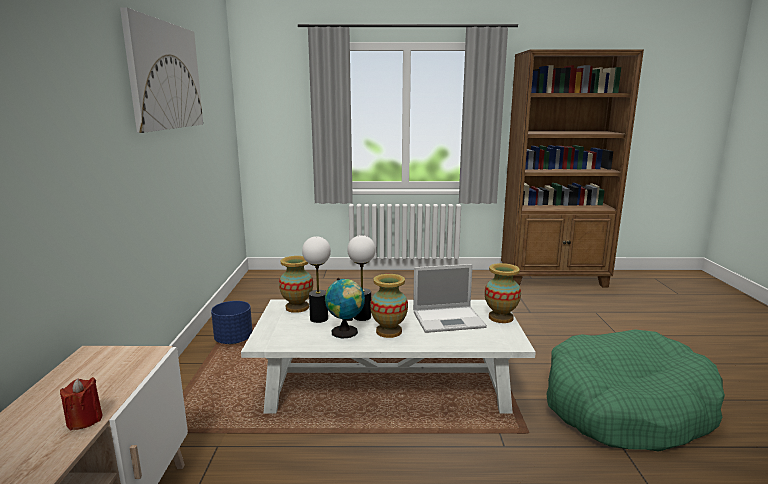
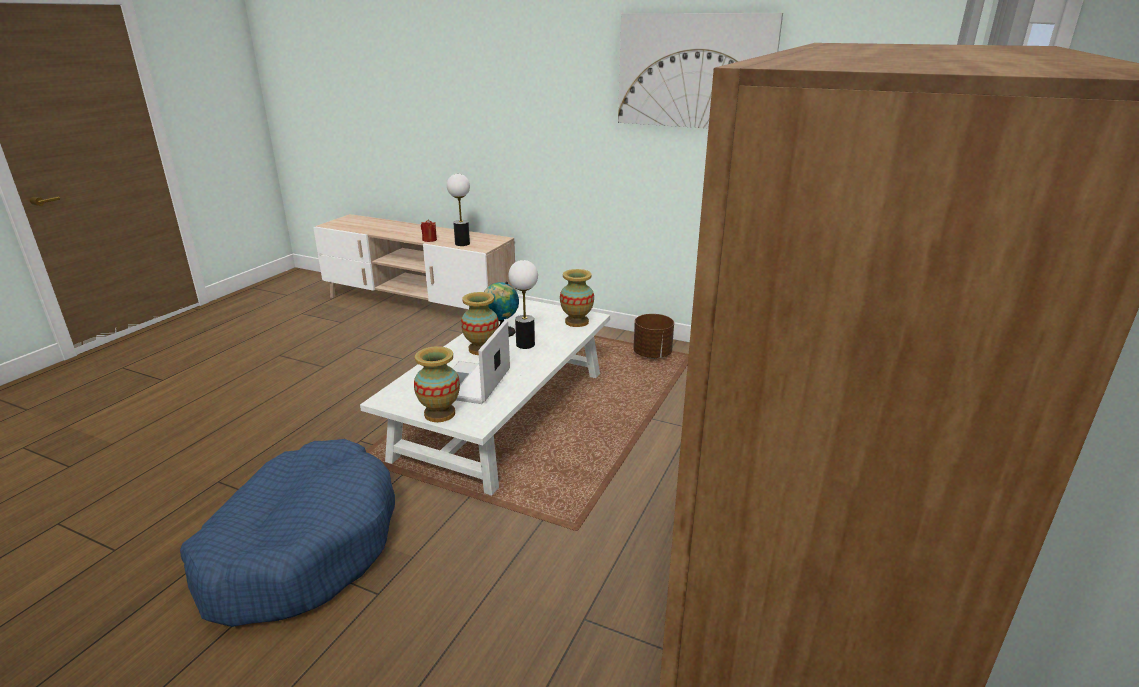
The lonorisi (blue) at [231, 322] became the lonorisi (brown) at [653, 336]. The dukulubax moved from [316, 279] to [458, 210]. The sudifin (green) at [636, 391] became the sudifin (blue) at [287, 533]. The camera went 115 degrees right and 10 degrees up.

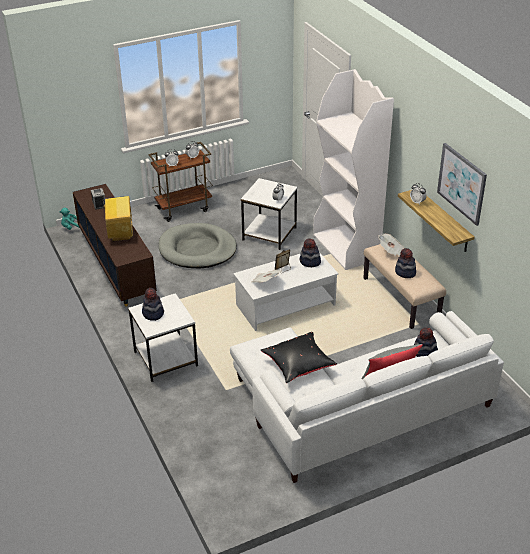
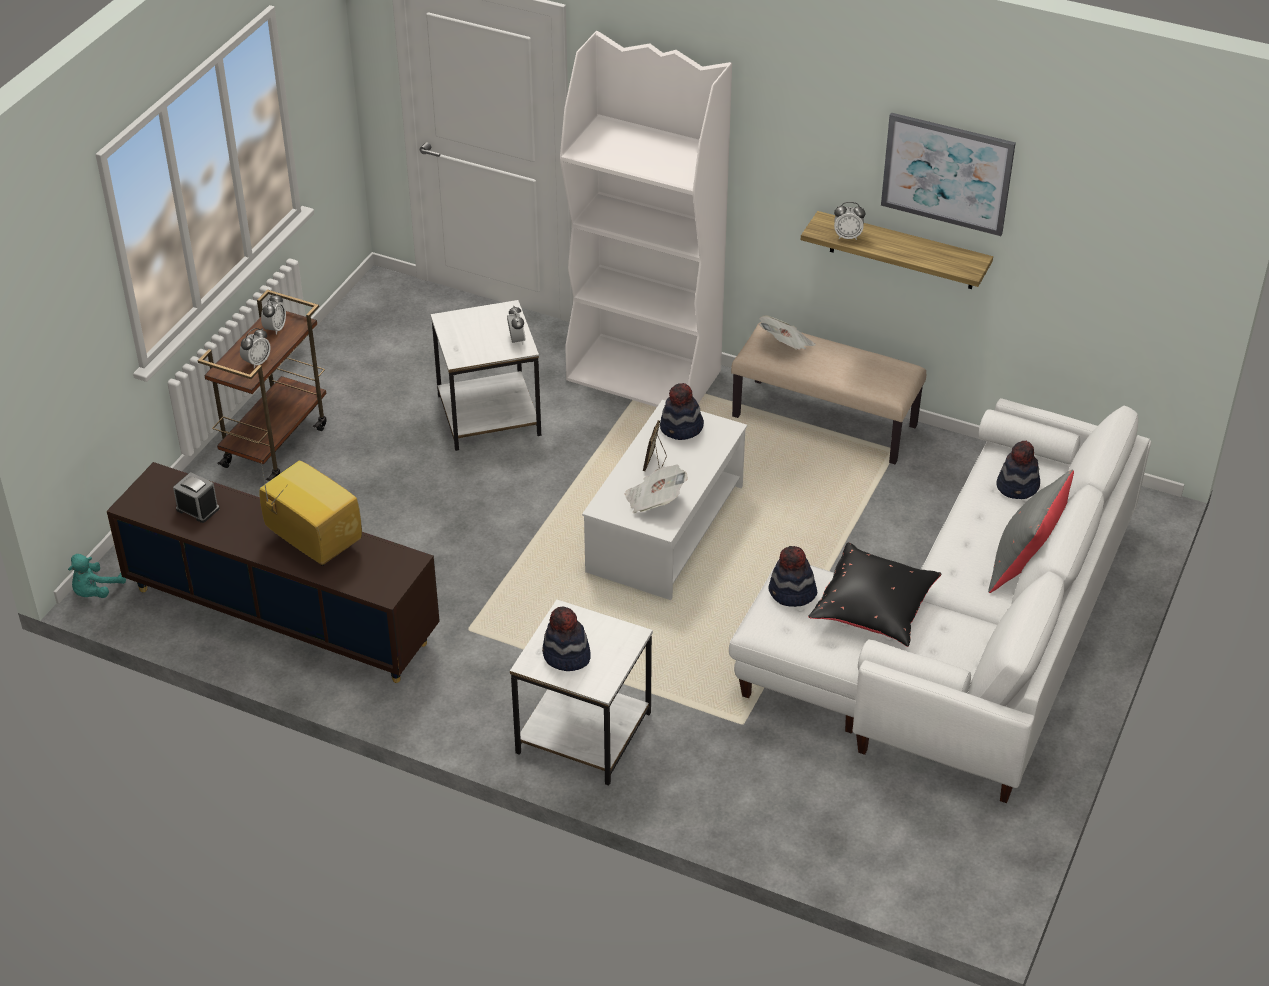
The sudifin (grey) at [198, 245] disappeared. The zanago moved from [405, 263] to [793, 576]. The camera went 40 degrees left and 5 degrees up.

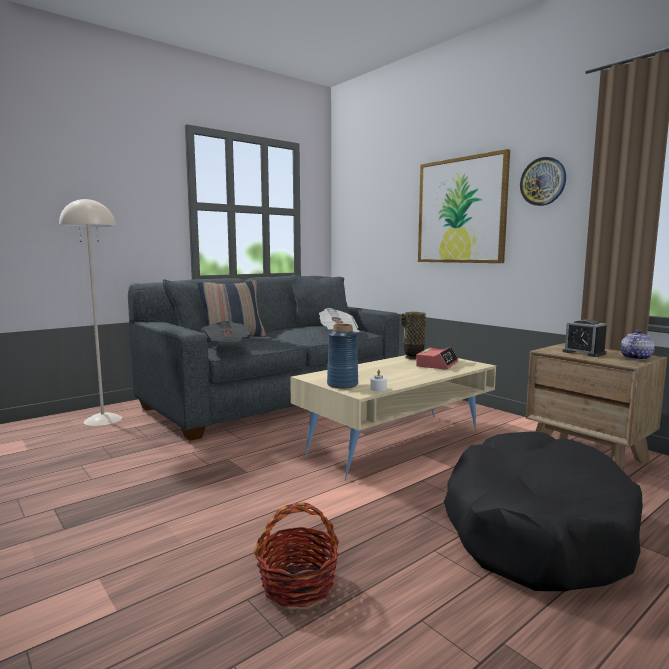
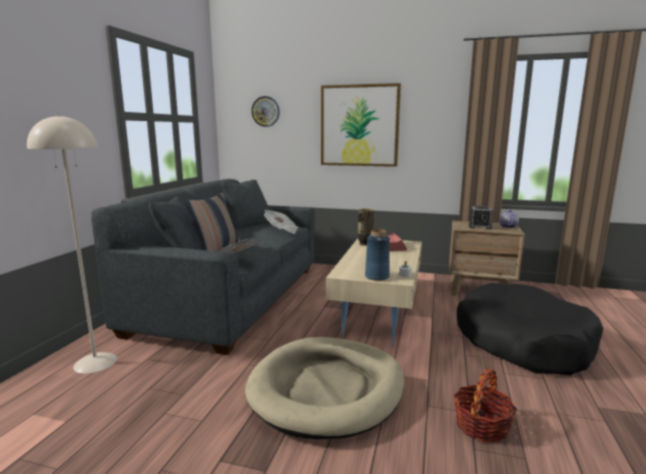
The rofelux moved from [543, 181] to [265, 111]. The sudifin (beige) at [324, 388] appeared. The camera went 35 degrees left and 5 degrees up.

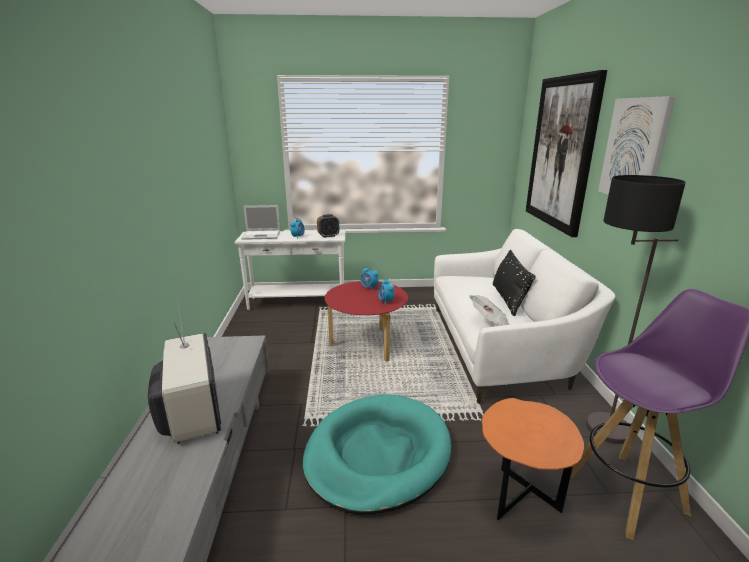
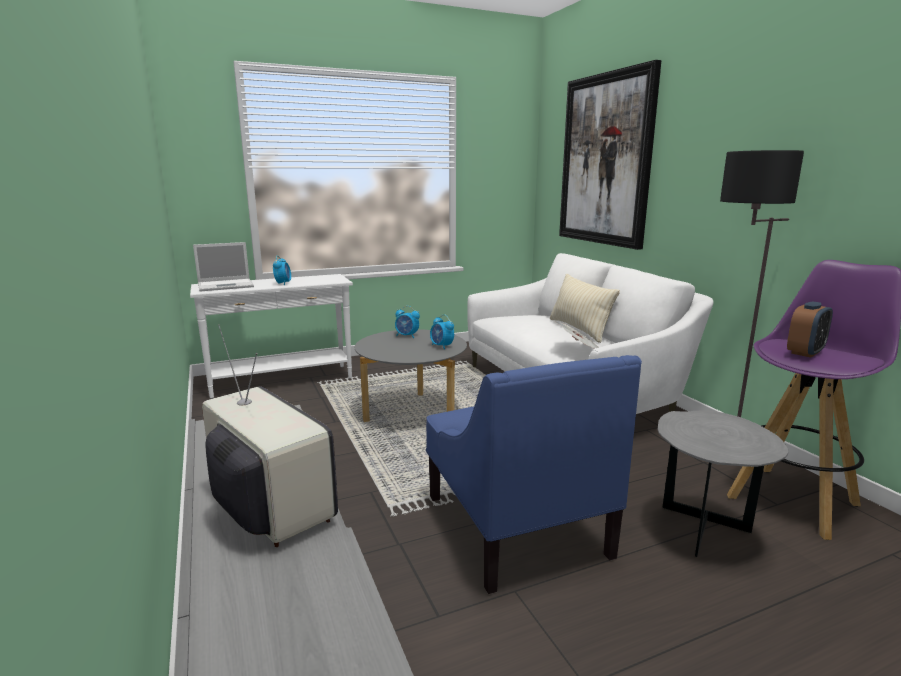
The sudifin (turquoise) at [377, 454] was replaced by the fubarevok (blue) at [534, 474]. The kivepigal moved from [328, 226] to [810, 330]. The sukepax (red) at [366, 321] became the sukepax (grey) at [411, 375]. The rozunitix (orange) at [533, 459] became the rozunitix (grey) at [723, 483]. The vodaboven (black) at [514, 283] became the vodaboven (beige) at [585, 308]. The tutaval at [636, 145] disappeared. The camera went 20 degrees left and 5 degrees down.

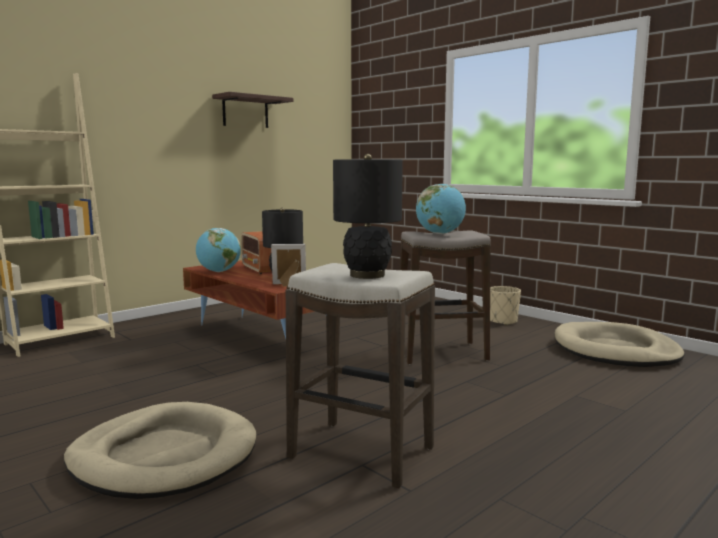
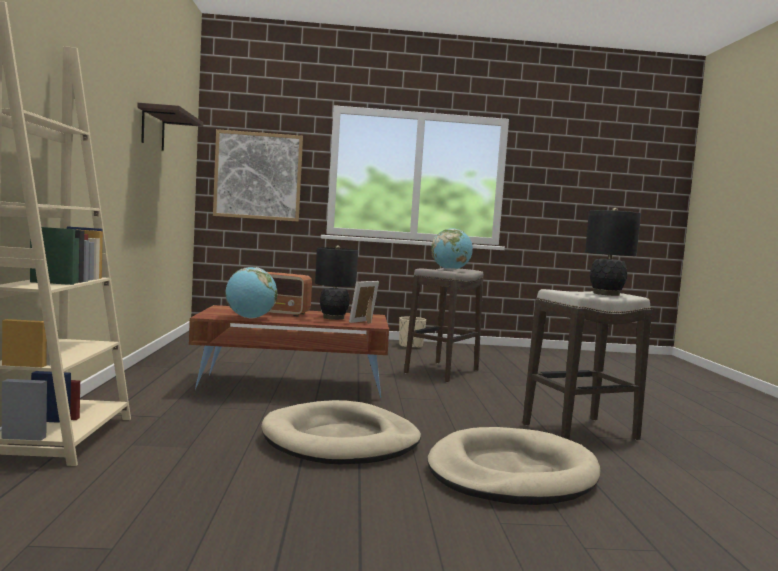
The sudifin (beige) moved from [619, 344] to [341, 432]. The tutaval at [258, 175] appeared. The camera went 50 degrees left and 5 degrees down.

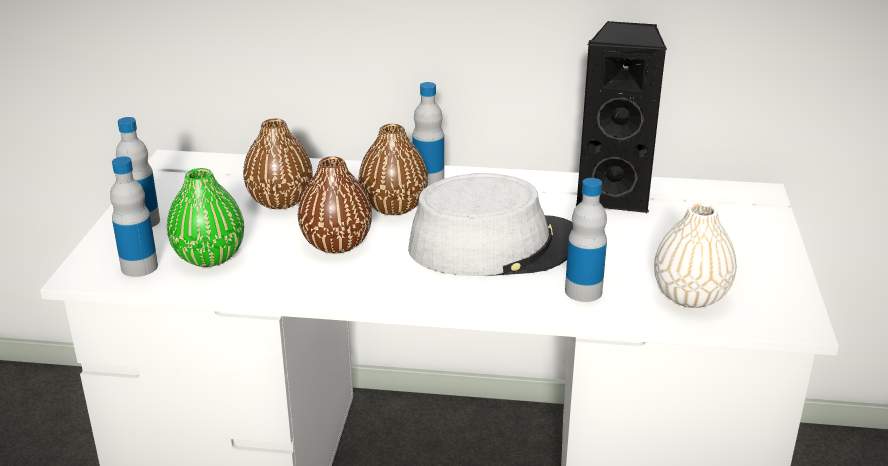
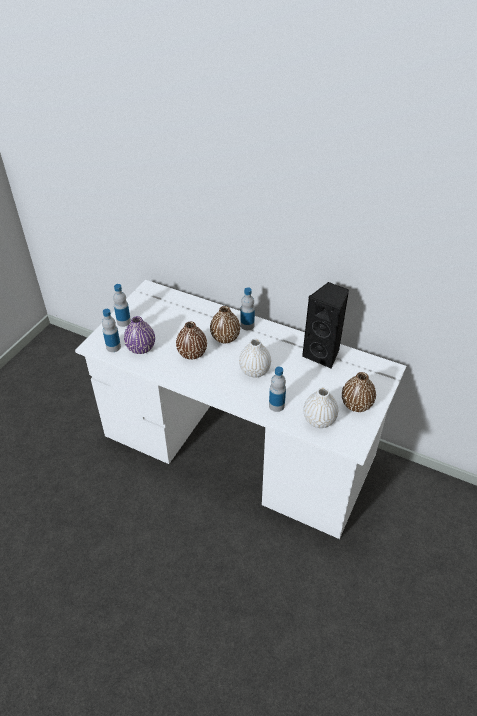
The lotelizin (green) at [205, 217] became the lotelizin (purple) at [139, 335]. The lotelizin (brown) moved from [278, 164] to [359, 392]. The zanago (grey) at [490, 224] was replaced by the lotelizin (white) at [255, 358]. The camera went 20 degrees right and 15 degrees up.

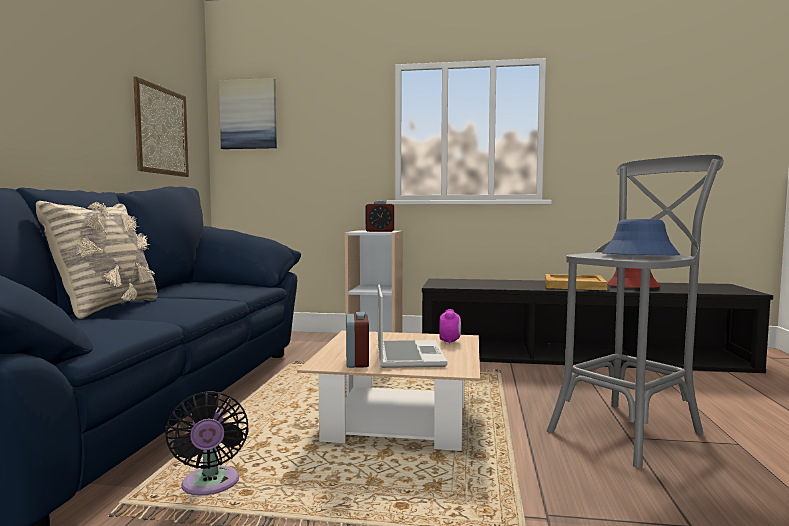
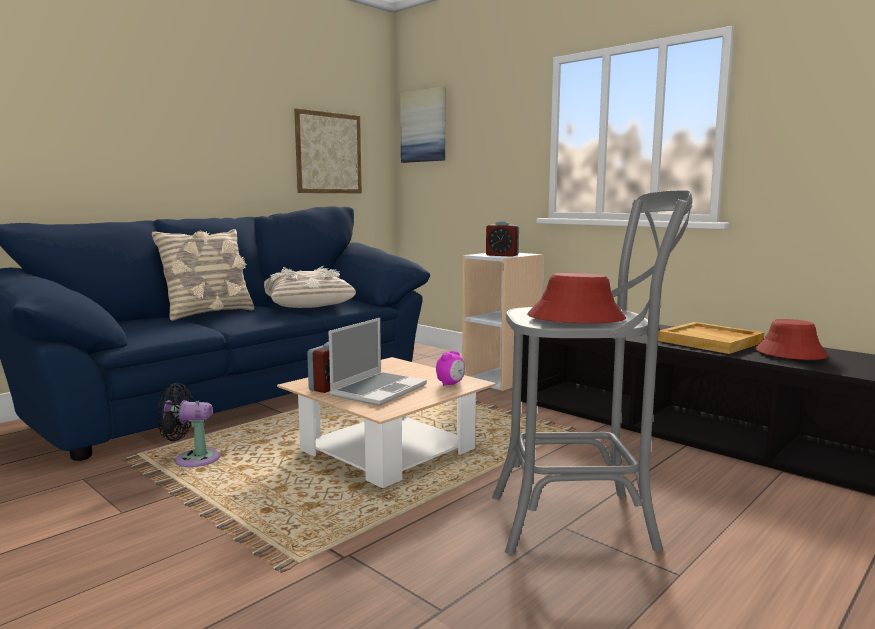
The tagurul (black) at [207, 443] turned 75 degrees clockwise. The zanago (blue) at [641, 237] became the zanago (red) at [576, 298]. The vodaboven (beige) at [310, 287] appeared. The camera went 35 degrees right and 5 degrees up.

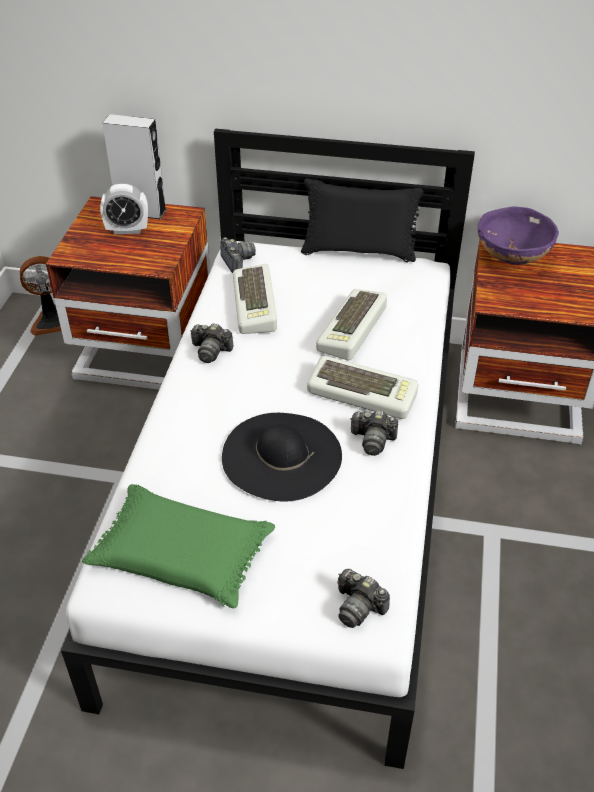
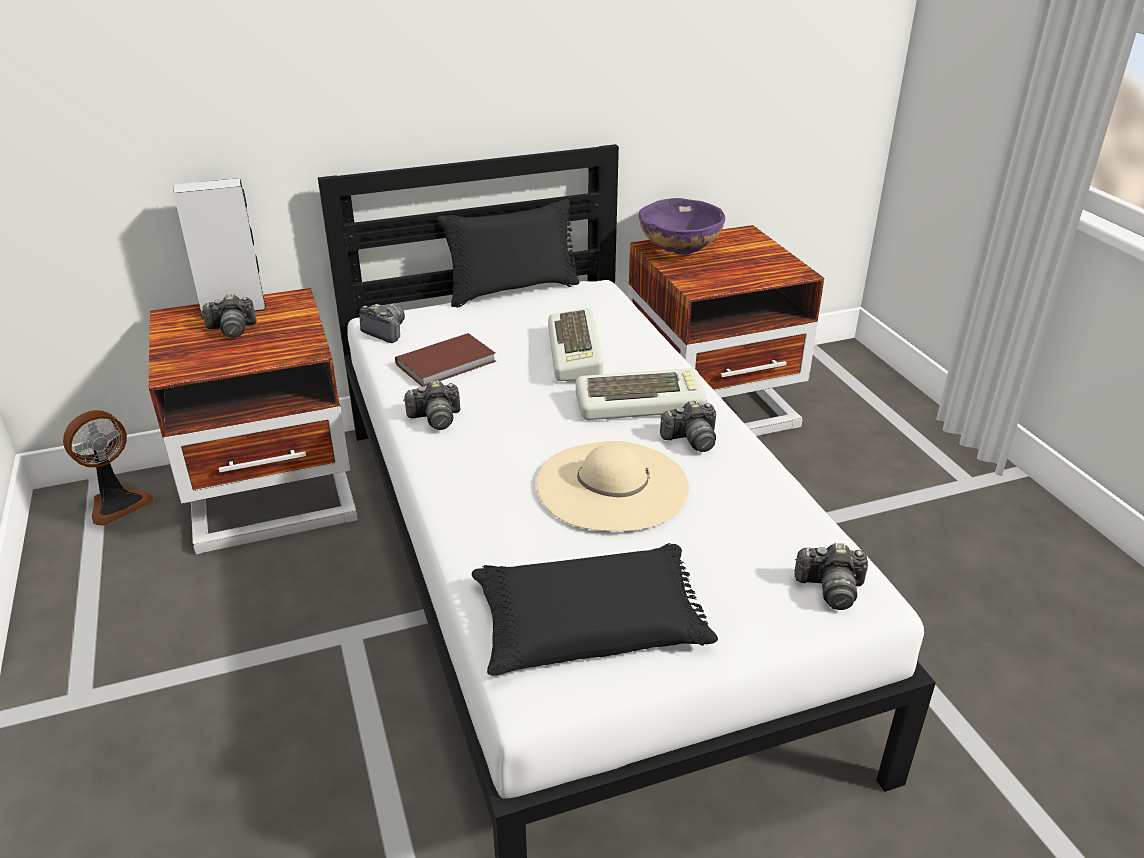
The vodaboven (green) at [178, 546] became the vodaboven (black) at [594, 609]. The kivepigal at [124, 208] was replaced by the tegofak at [228, 316]. The zanago (black) at [282, 457] became the zanago (beige) at [612, 486]. The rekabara at [255, 299] was replaced by the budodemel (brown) at [445, 360]. The camera went 30 degrees left and 10 degrees down.

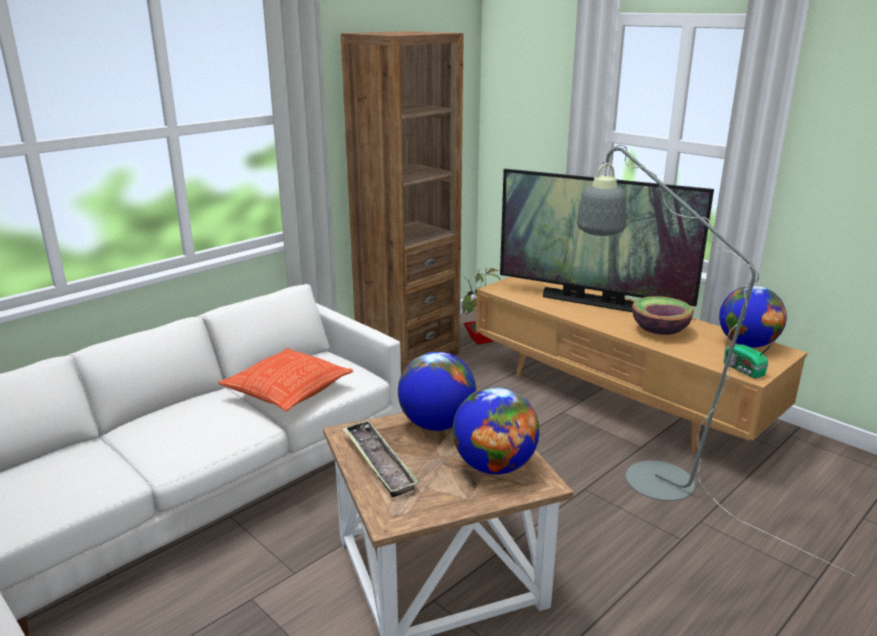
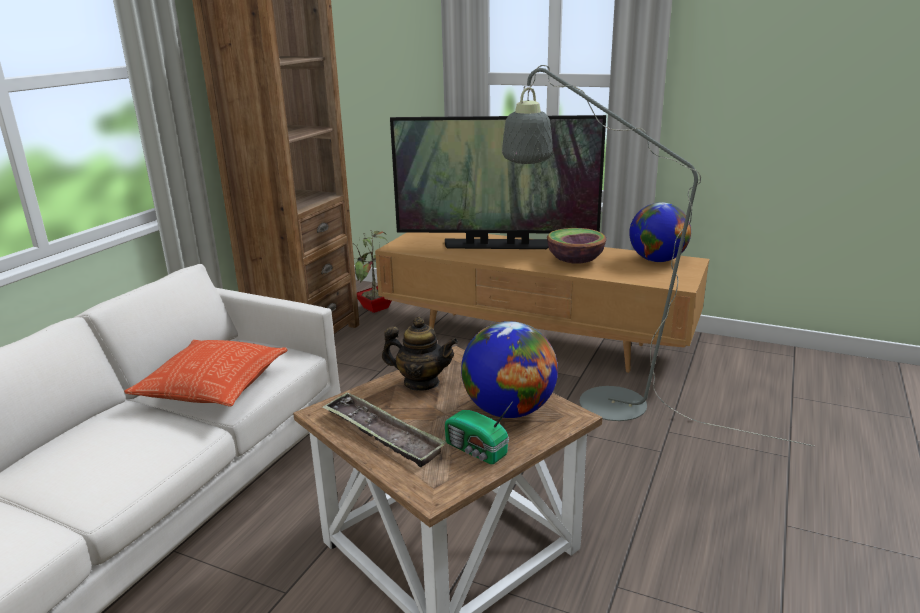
The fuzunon at [437, 391] was replaced by the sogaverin at [420, 354]. The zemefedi moved from [750, 359] to [479, 432]. The camera went 20 degrees left and 0 degrees up.

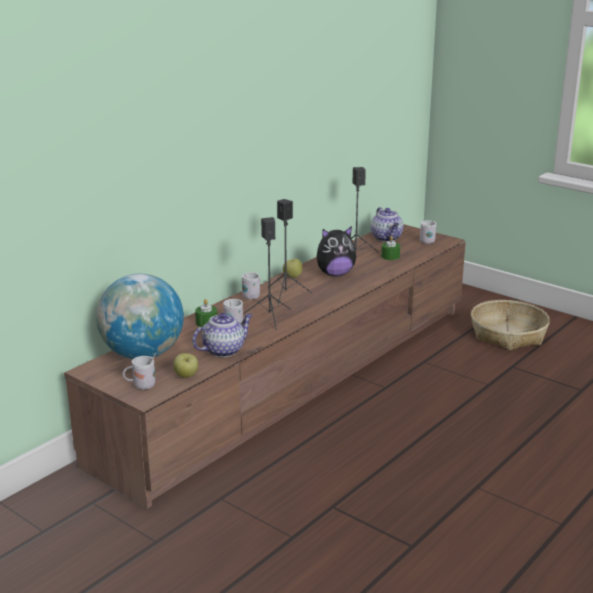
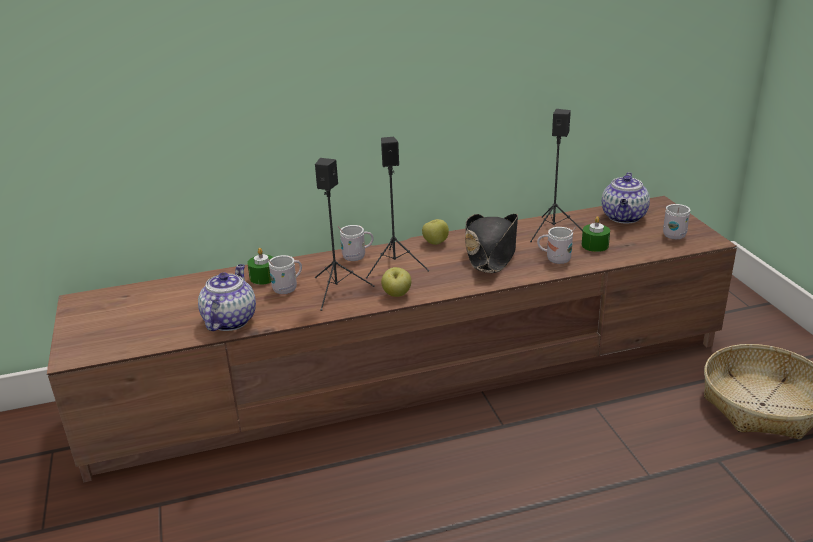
The fuzunon at [140, 316] disappeared. The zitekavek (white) moved from [139, 371] to [556, 245]. The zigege moved from [185, 365] to [396, 282]. The sogaverin at [222, 335] turned 75 degrees counterclockwise. The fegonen at [336, 251] was replaced by the zanago (black) at [491, 243]. The camera went 35 degrees right and 5 degrees up.

